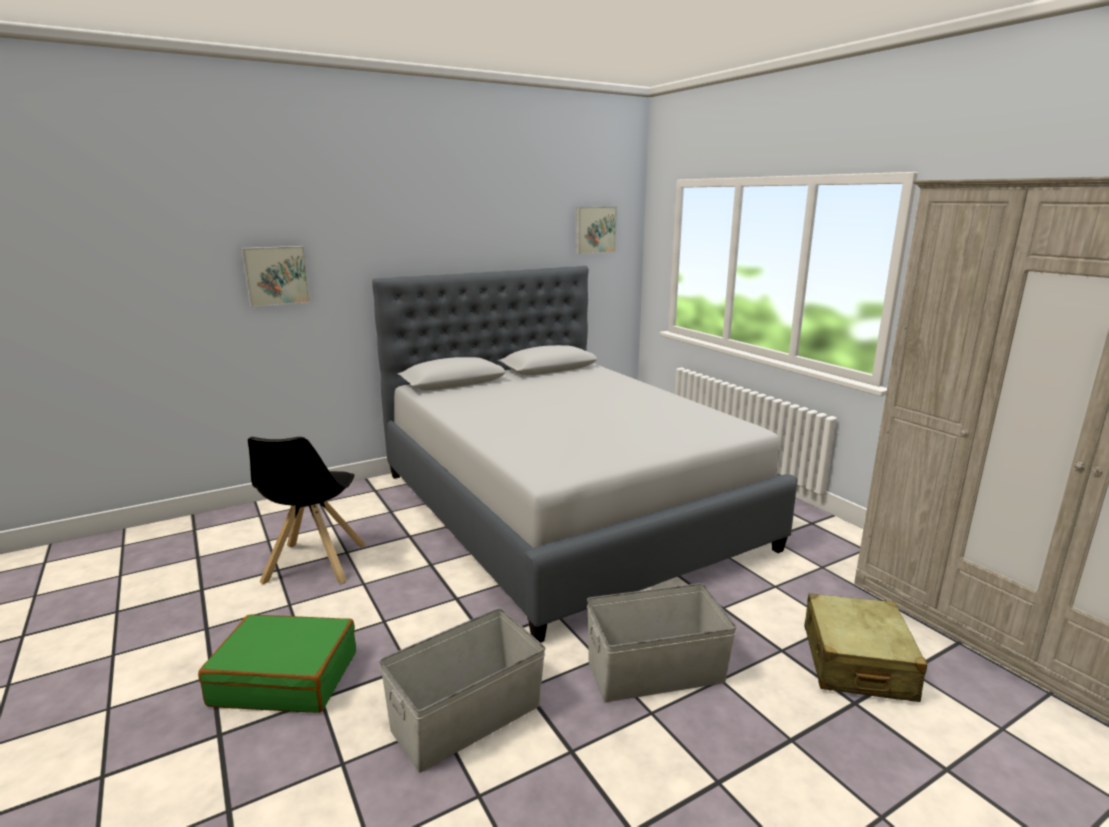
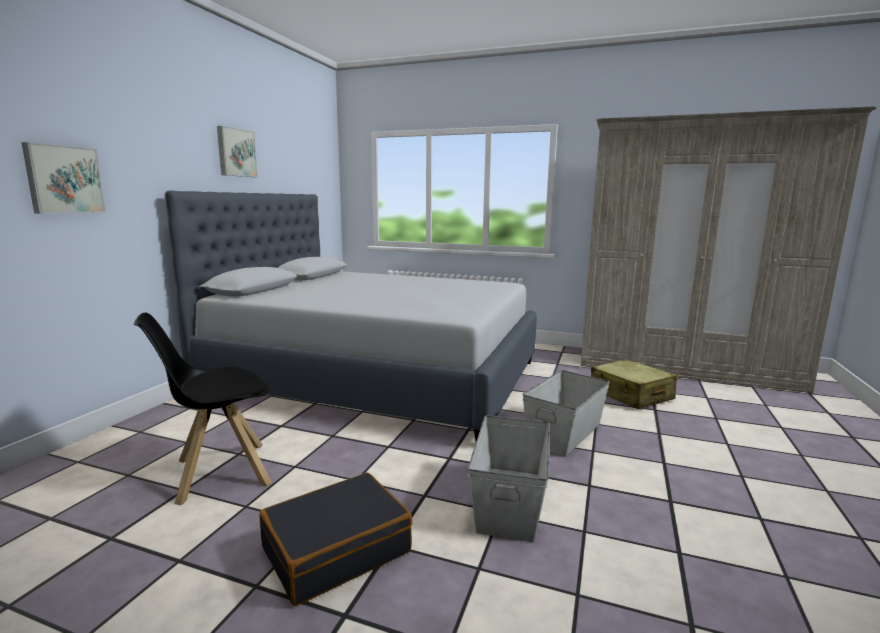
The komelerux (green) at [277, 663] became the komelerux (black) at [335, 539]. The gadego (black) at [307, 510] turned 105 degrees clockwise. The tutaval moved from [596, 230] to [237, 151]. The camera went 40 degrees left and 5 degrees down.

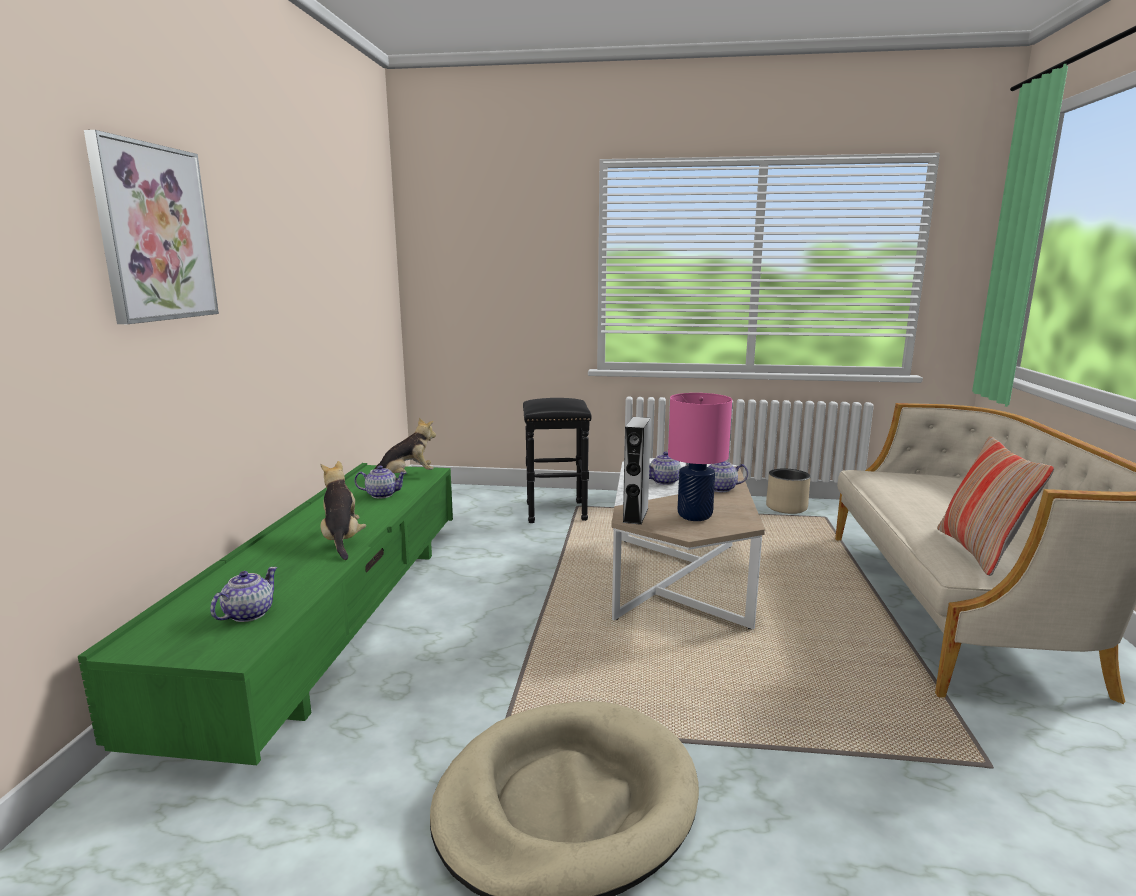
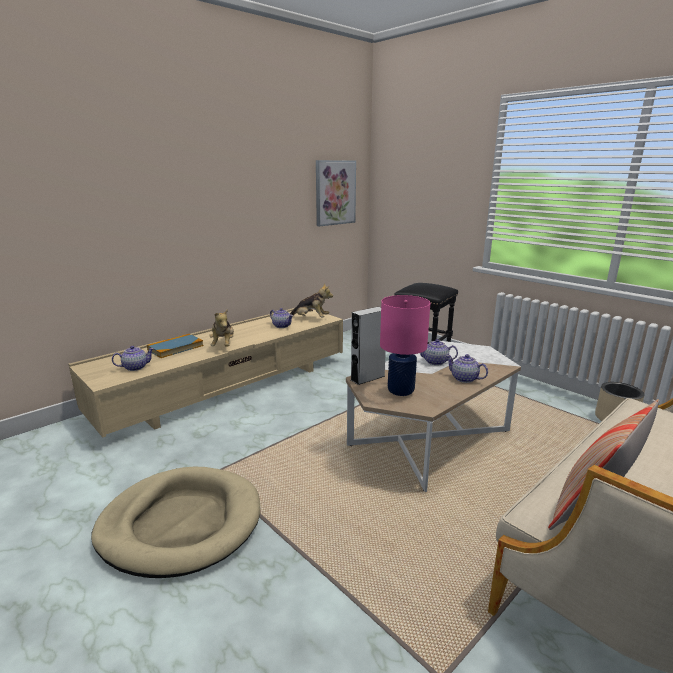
The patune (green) at [265, 614] became the patune (beige) at [205, 373]. The tutaval moved from [151, 227] to [336, 193]. The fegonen at [343, 510] turned 150 degrees clockwise. The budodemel at [175, 346] appeared. The camera went 40 degrees right and 5 degrees up.

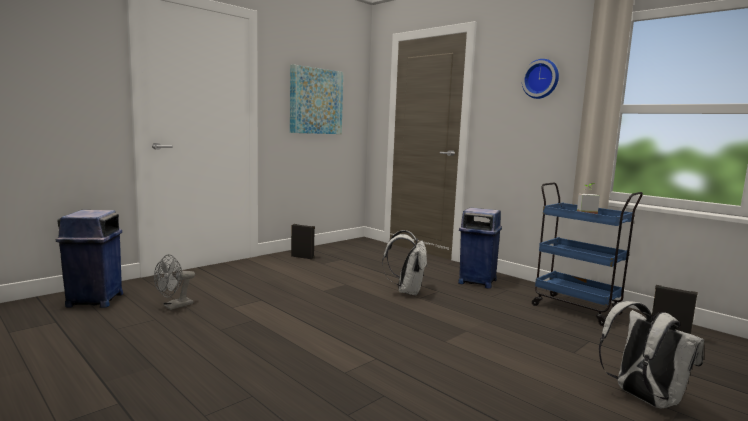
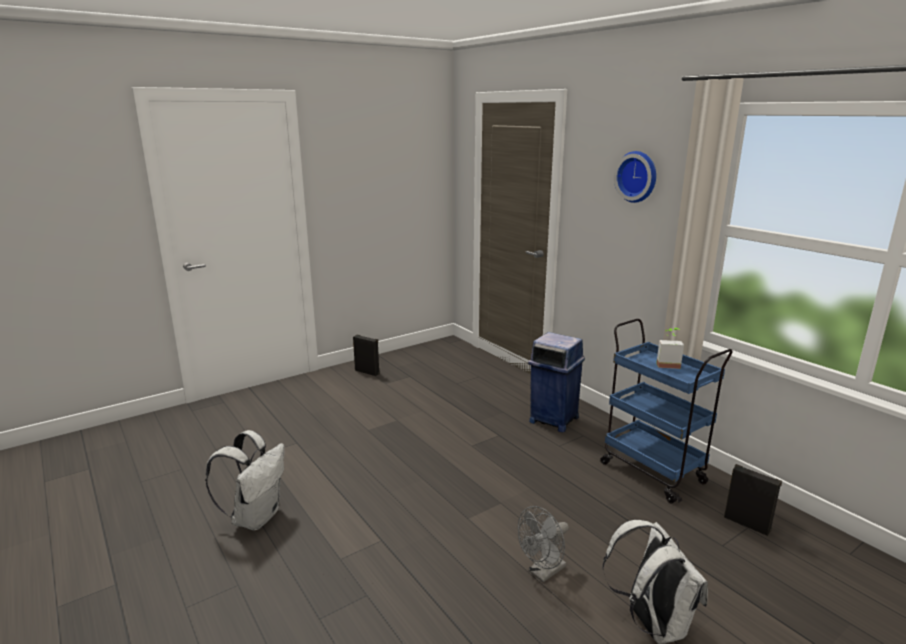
The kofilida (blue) at [89, 259] disappeared. The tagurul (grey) moved from [174, 282] to [543, 544]. The tutaval at [316, 99] disappeared. The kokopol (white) moved from [405, 263] to [245, 480]. The camera went 10 degrees right and 10 degrees up.

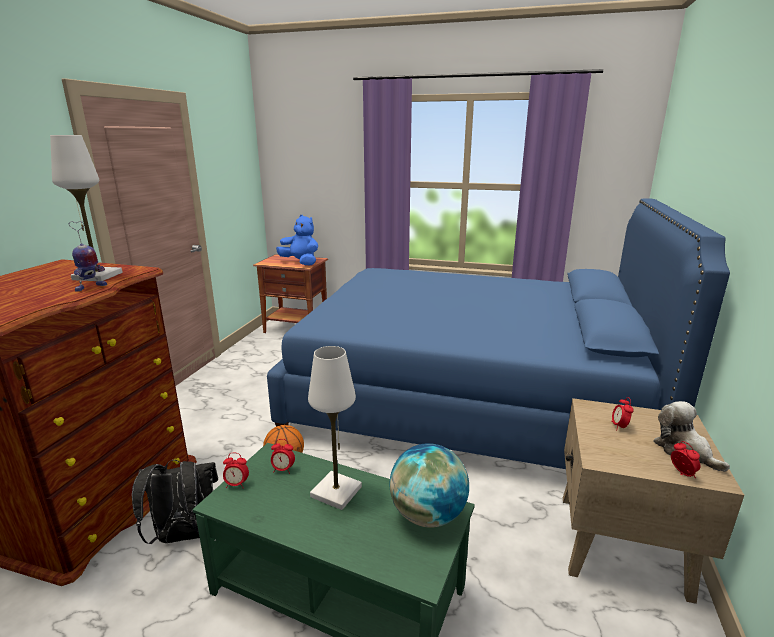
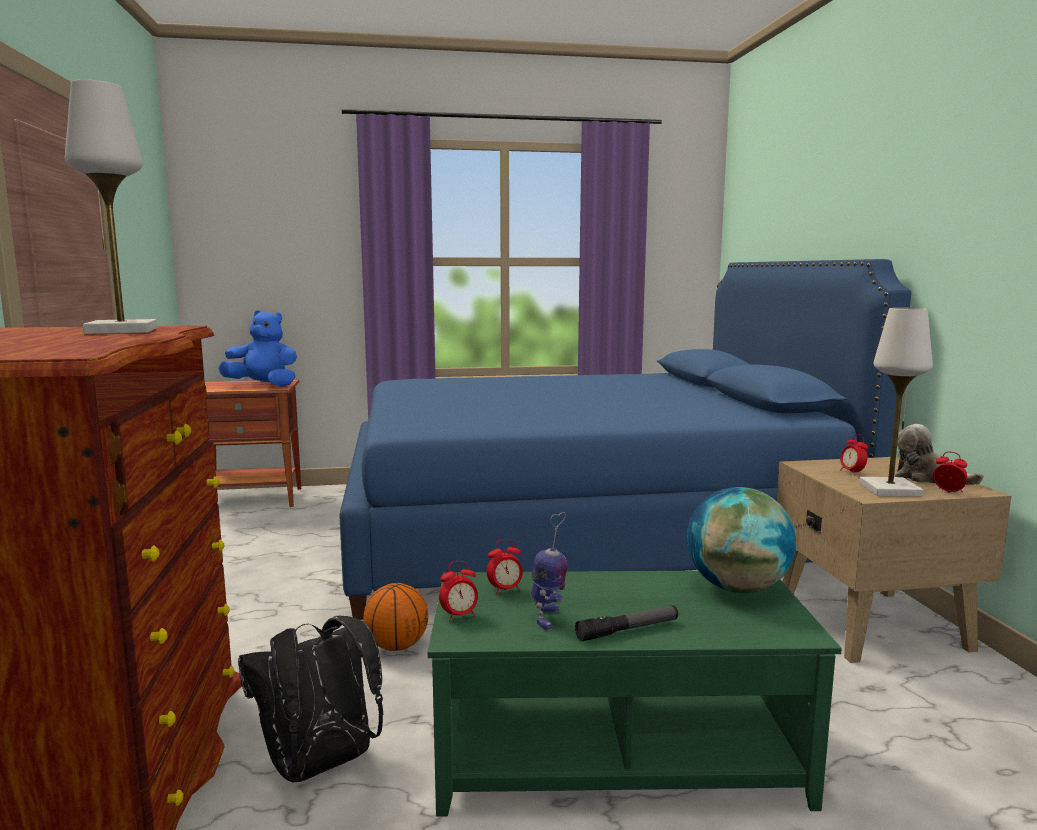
The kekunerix moved from [87, 256] to [548, 571]. The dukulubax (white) moved from [335, 428] to [896, 402]. The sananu at [626, 623] appeared. The camera went 25 degrees left and 10 degrees down.

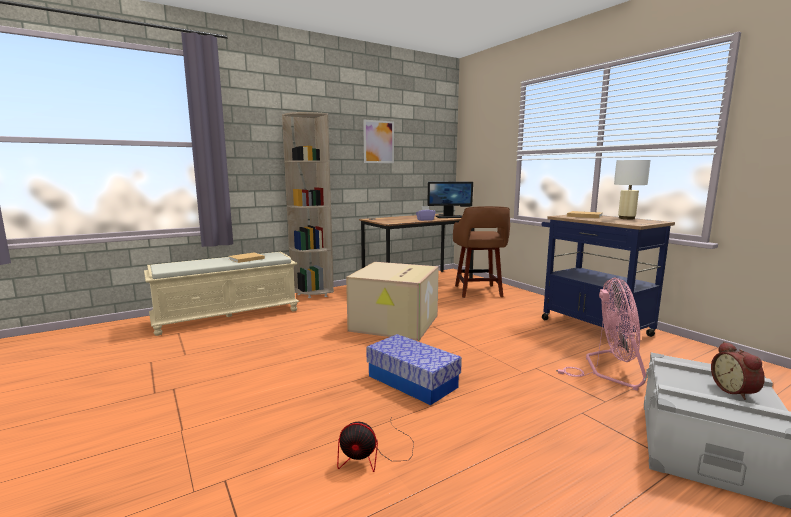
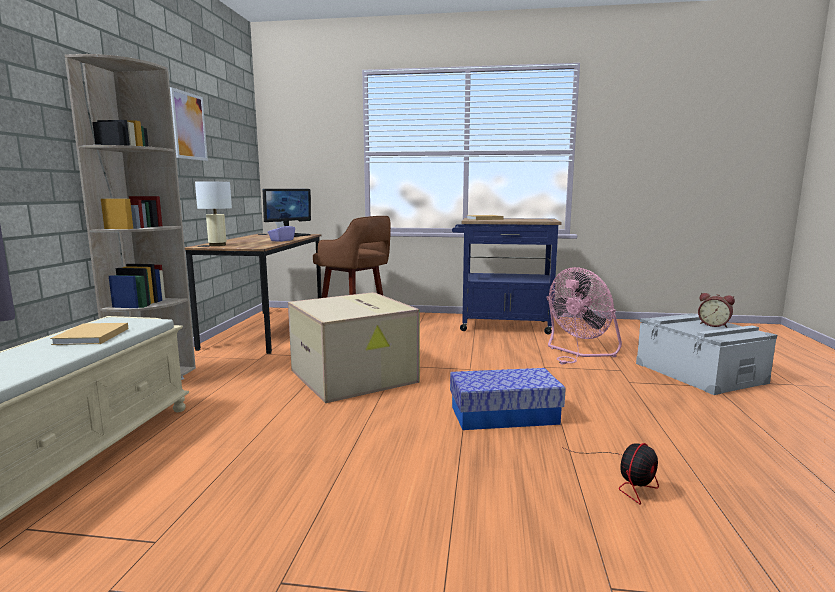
The dukulubax (white) moved from [632, 189] to [213, 213]. The camera went 50 degrees left and 0 degrees up.

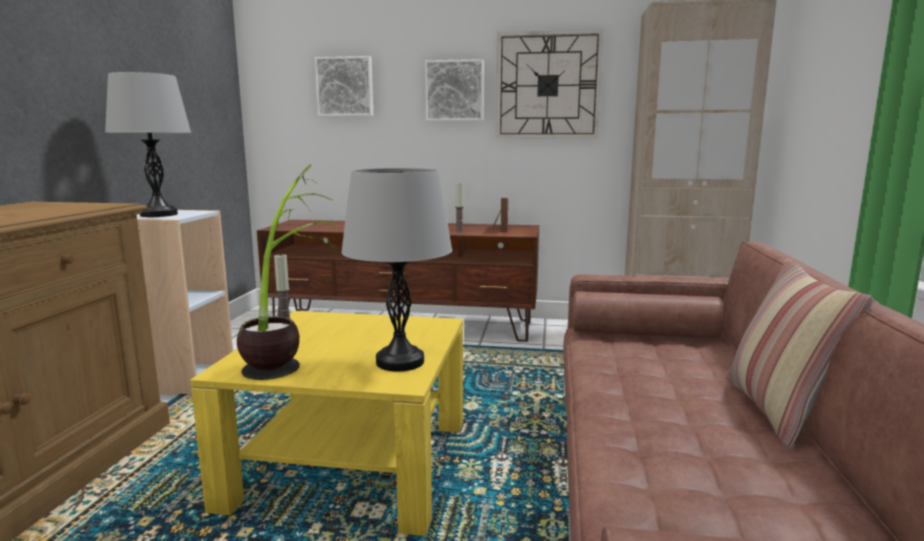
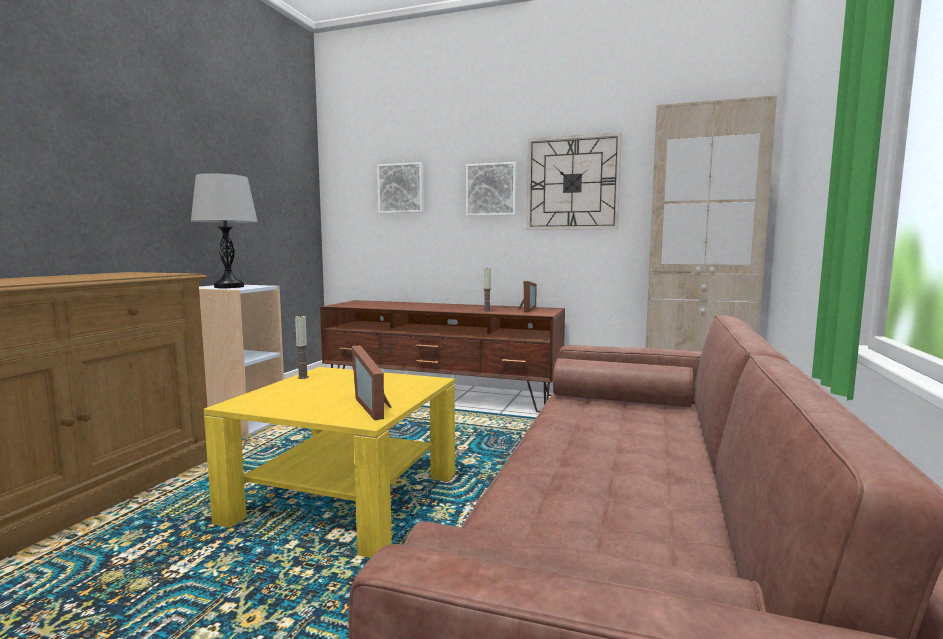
The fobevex at [287, 272] disappeared. The dukulubax (grey) at [396, 270] was replaced by the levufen at [372, 382]. The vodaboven at [799, 354] disappeared. The camera went 10 degrees right and 5 degrees down.

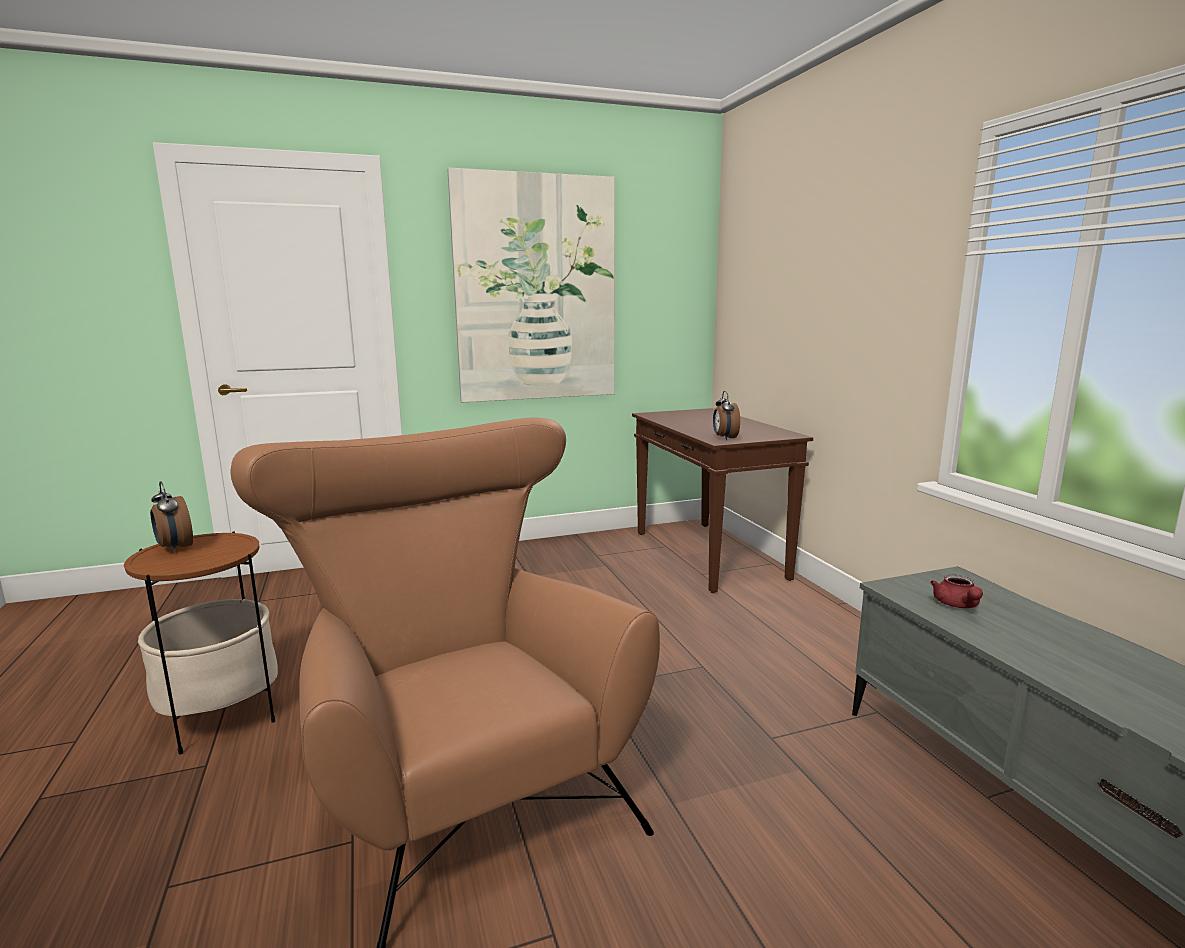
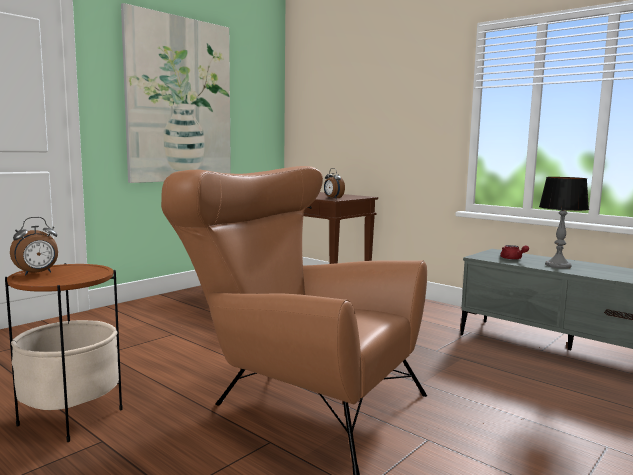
The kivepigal at [171, 516] turned 60 degrees counterclockwise. The dukulubax at [564, 223] appeared. The camera went 30 degrees left and 5 degrees down.

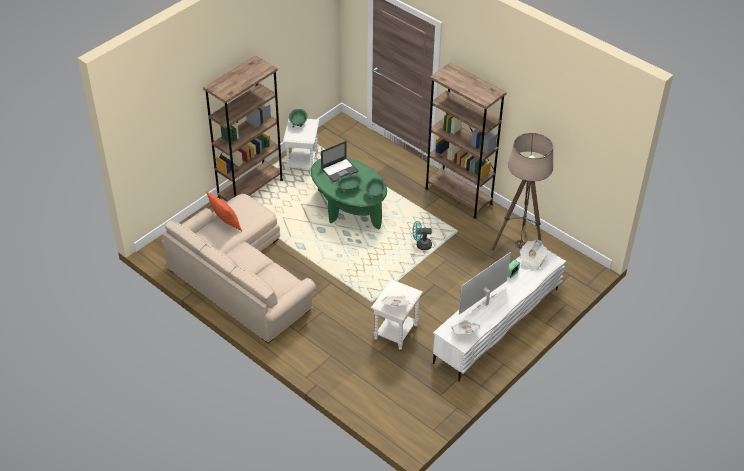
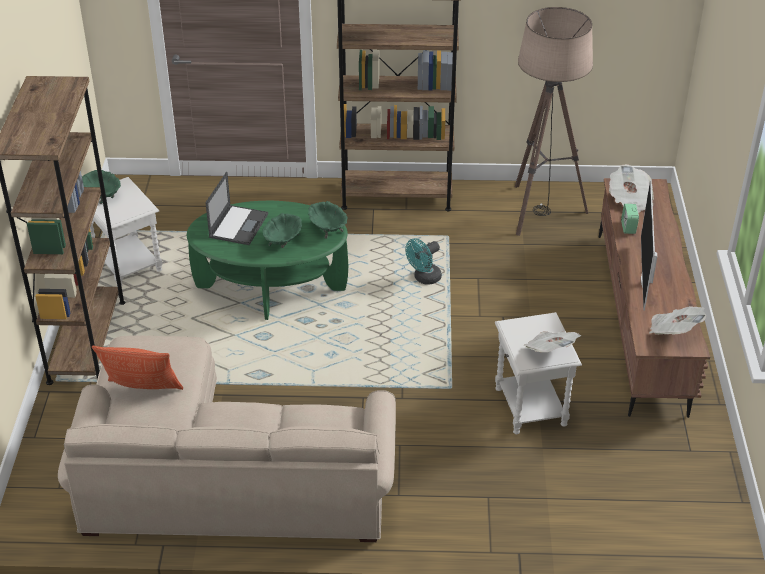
The patune (white) at [499, 316] became the patune (brown) at [654, 298]. The camera went 40 degrees left and 5 degrees down.

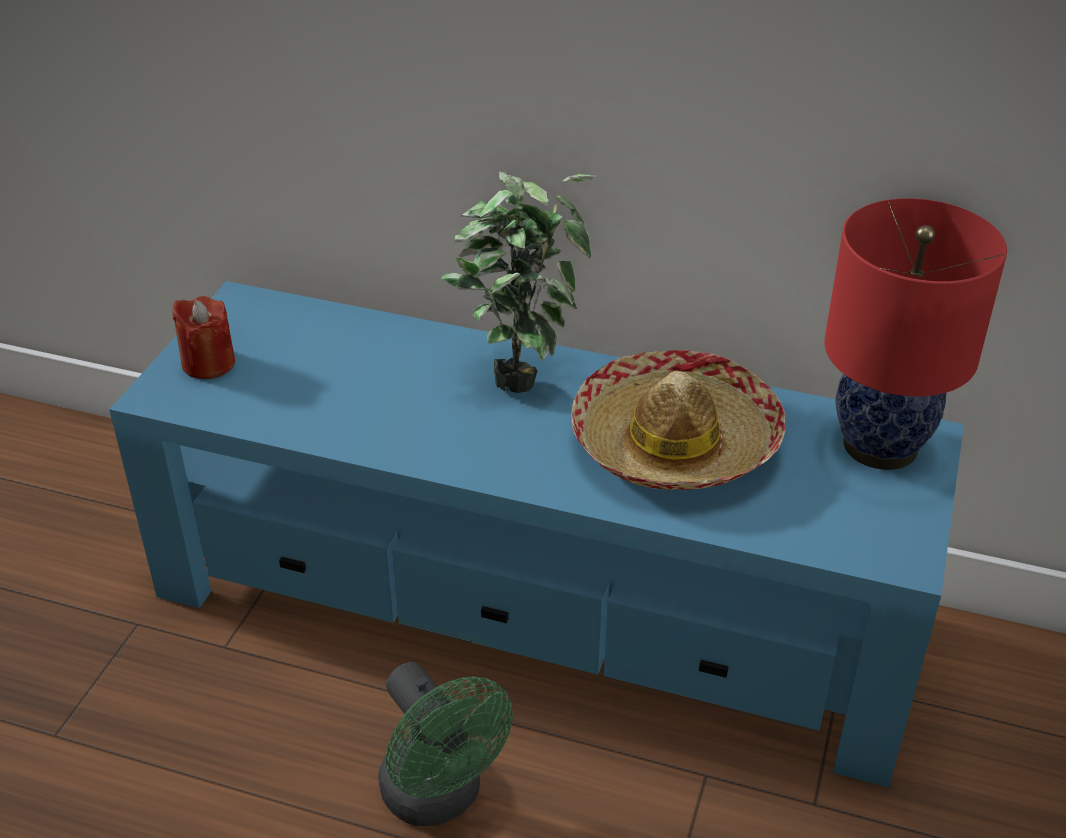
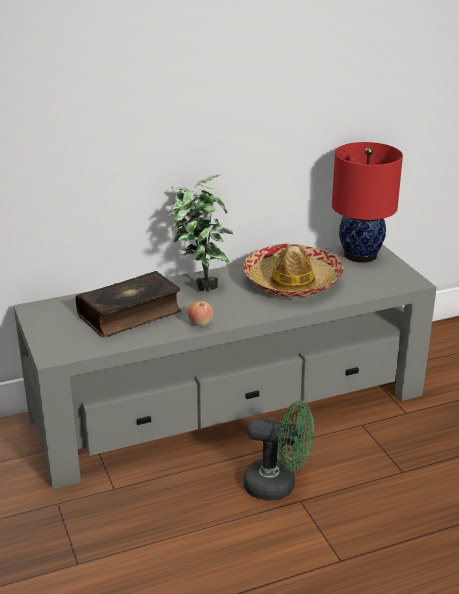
The patune (blue) at [536, 534] became the patune (grey) at [225, 366]. The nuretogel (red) at [203, 337] disappeared. The budodemel at [128, 304] appeared. The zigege at [200, 313] appeared. The camera went 40 degrees left and 10 degrees down.

